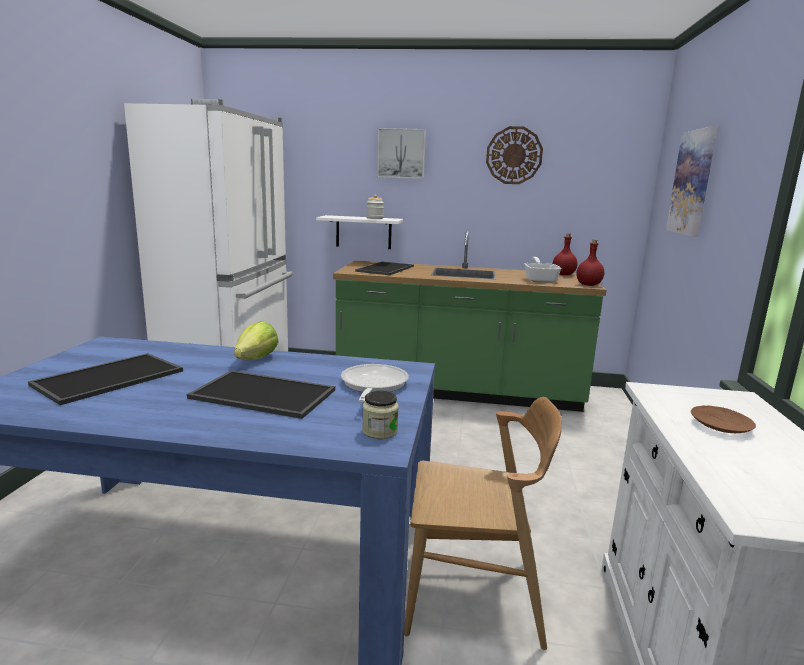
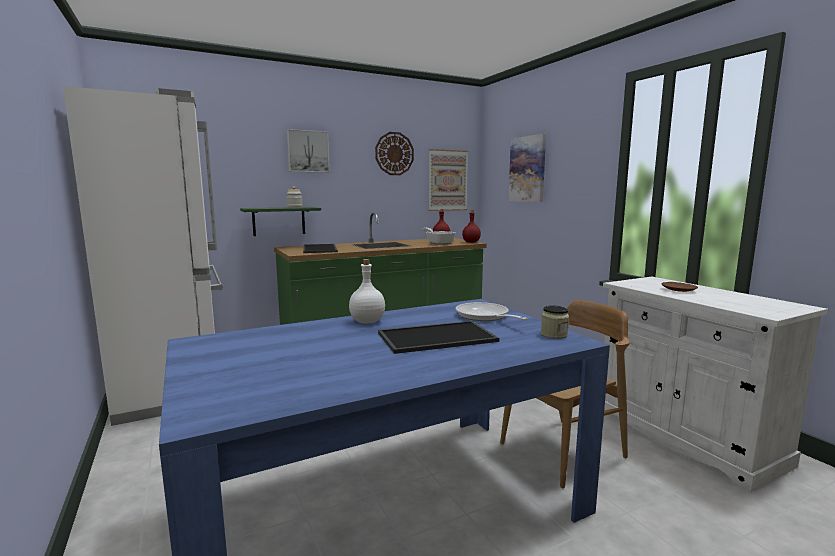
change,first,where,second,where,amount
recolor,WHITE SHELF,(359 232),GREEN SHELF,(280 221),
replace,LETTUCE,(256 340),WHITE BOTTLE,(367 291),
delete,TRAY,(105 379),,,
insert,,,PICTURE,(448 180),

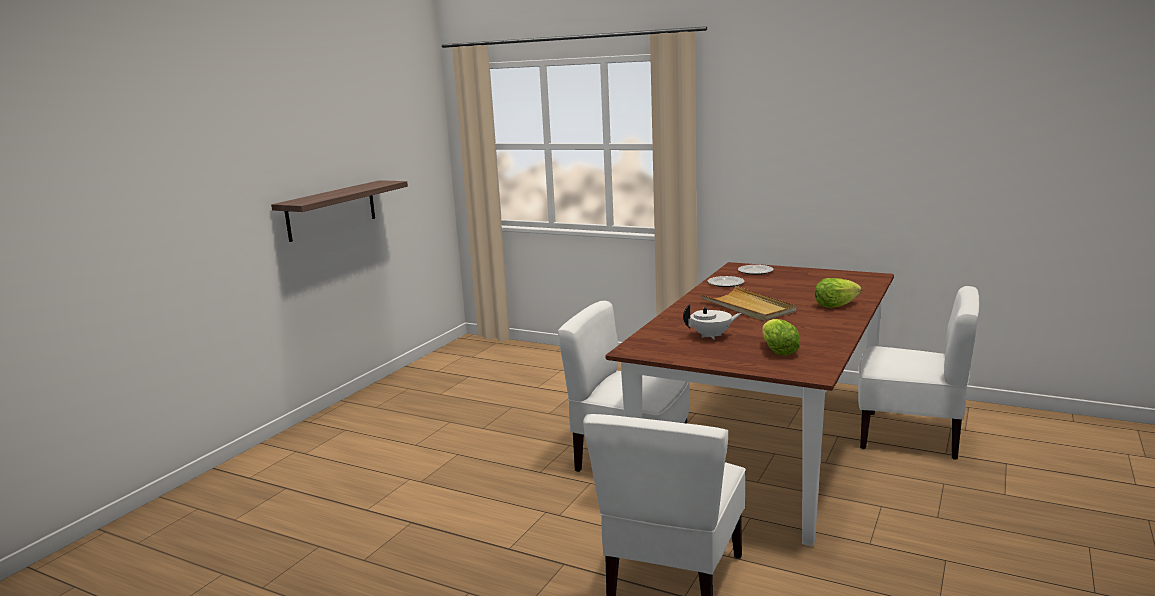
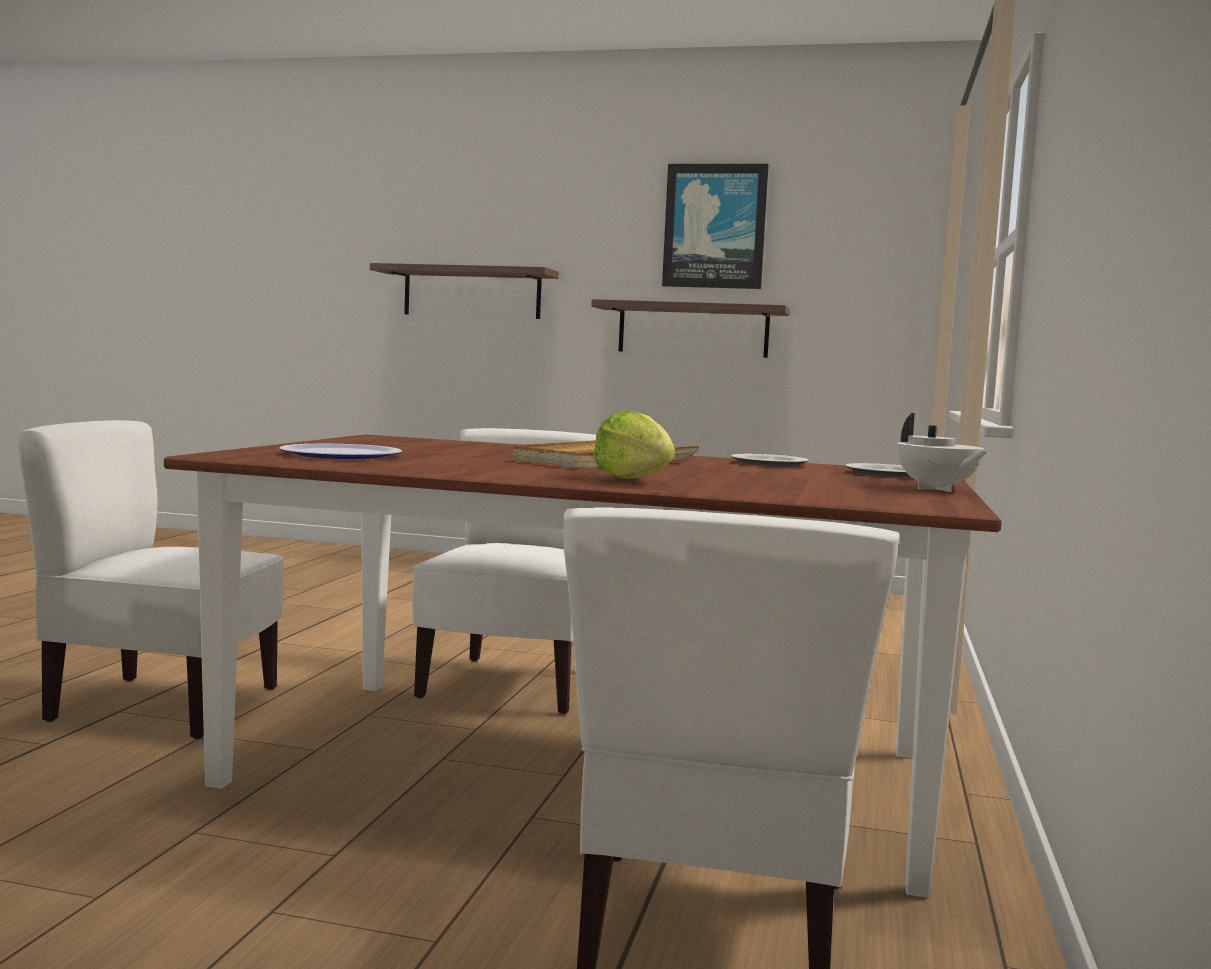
change,first,where,second,where,amount
move,WHITE TEAPOT,(712 322),,(942 452),
replace,LETTUCE,(781 337),PLATE,(341 451),
insert,,,PICTURE,(715 226),
insert,,,SHELF,(464 291),

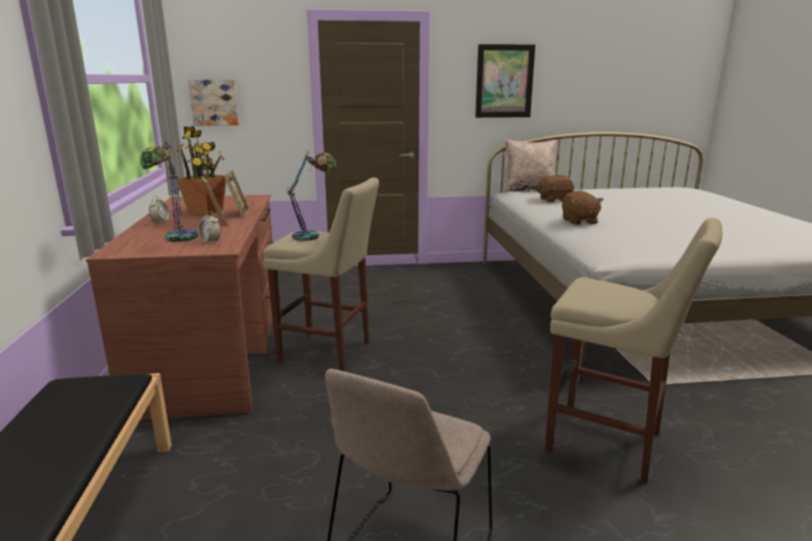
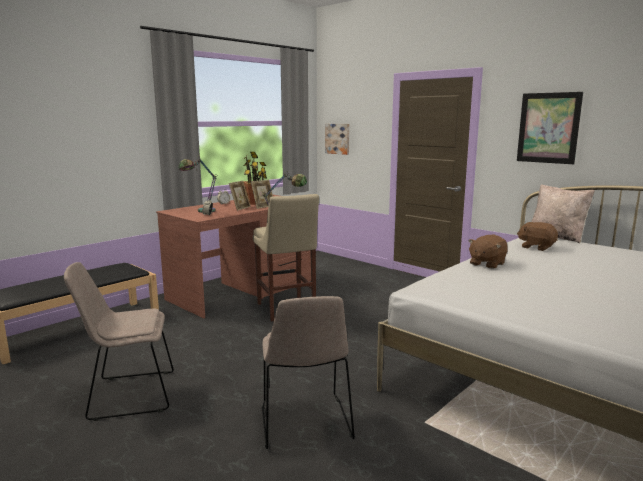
change,first,where,second,where,amount
replace,BEIGE STOOL,(633 350),BEIGE CHAIR,(308 372),

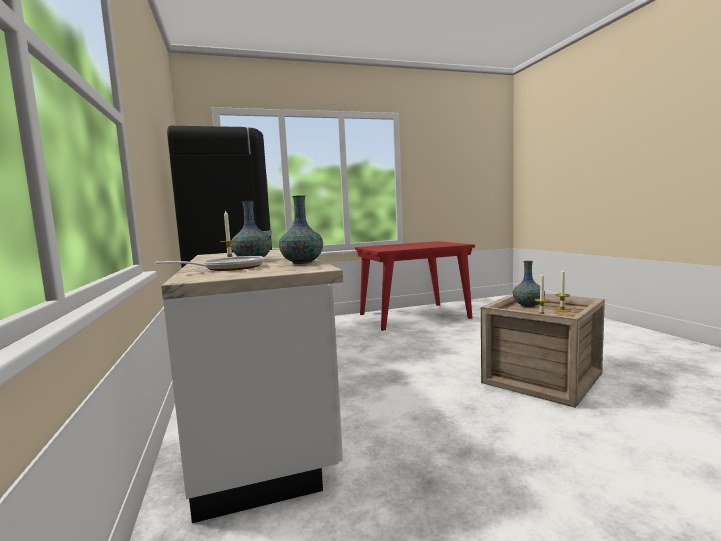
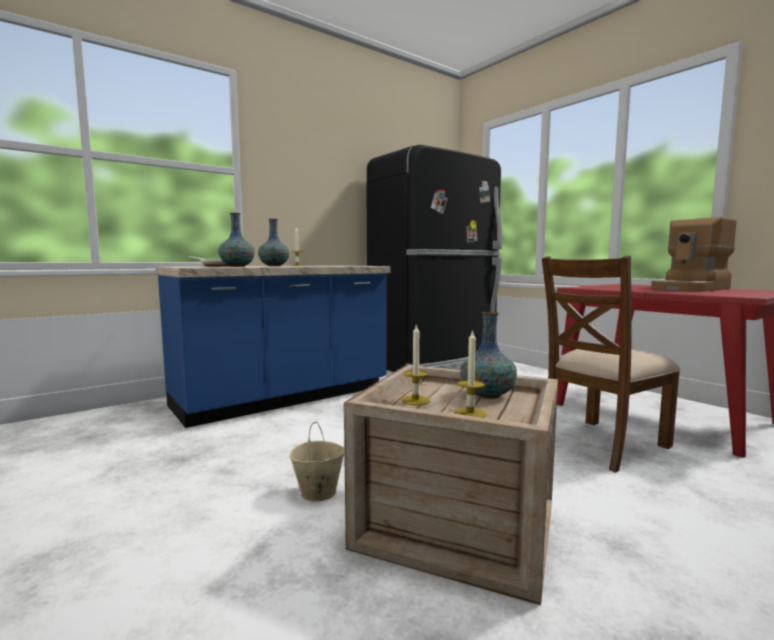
change,first,where,second,where,amount
recolor,WHITE COUNTER,(252 386),BLUE COUNTER,(273 346),
insert,,,COFFEE MACHINE,(693 254),
insert,,,BROWN CHAIR,(611 364),
insert,,,BEIGE BUCKET,(316 461),

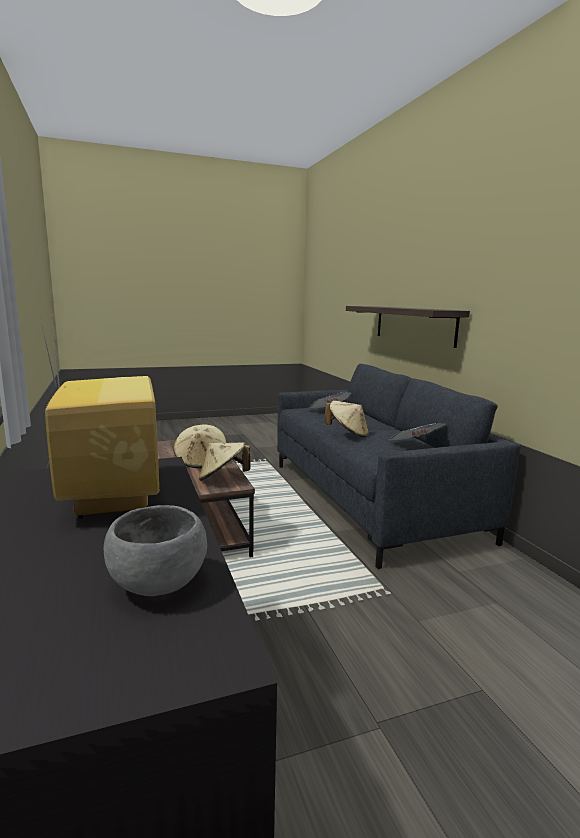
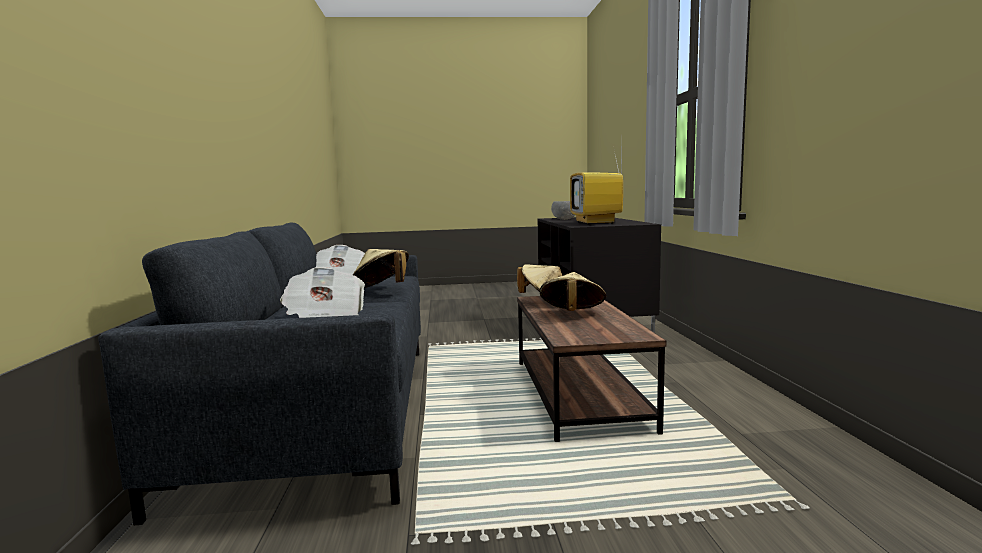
change,first,where,second,where,amount
delete,SHELF,(408 327),,,

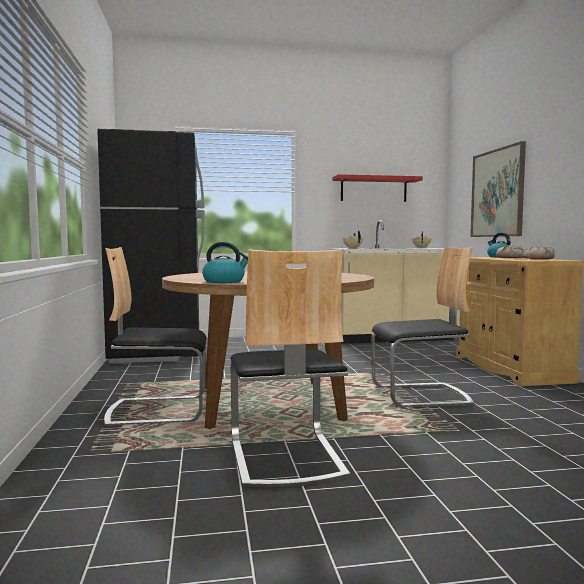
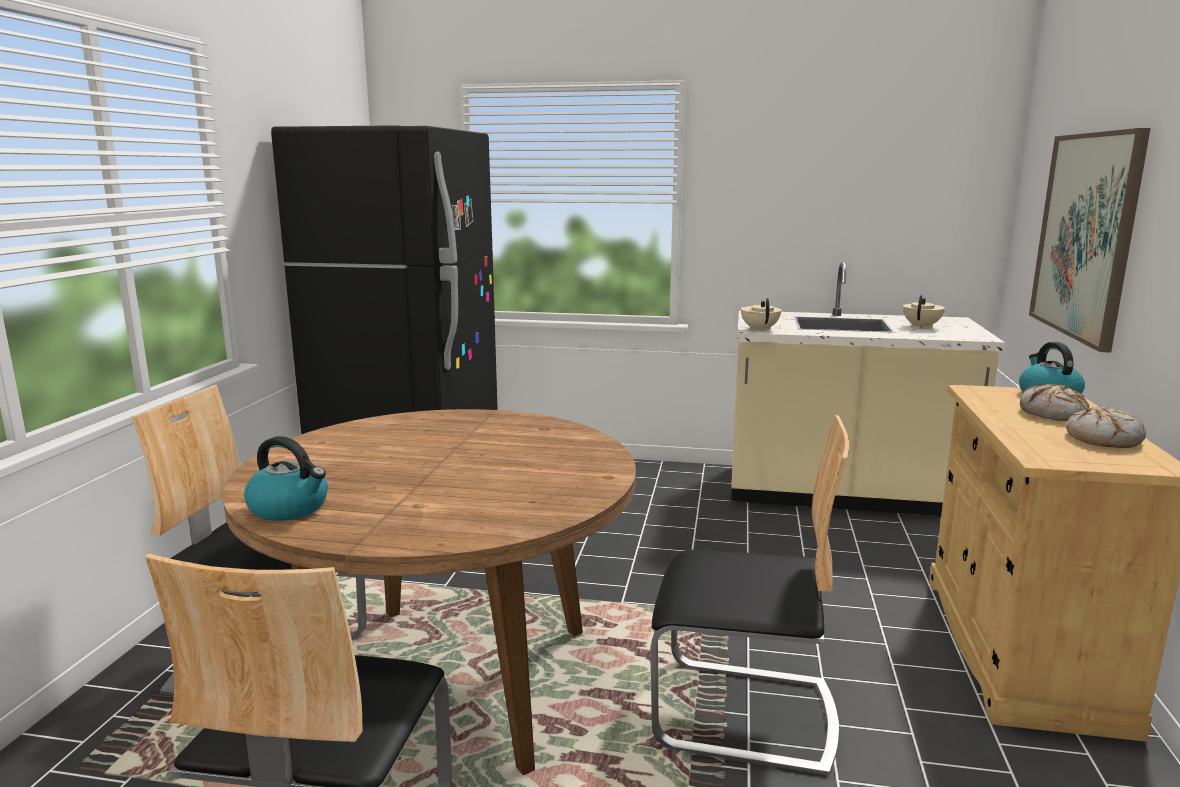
change,first,where,second,where,amount
delete,RED SHELF,(378 188),,,

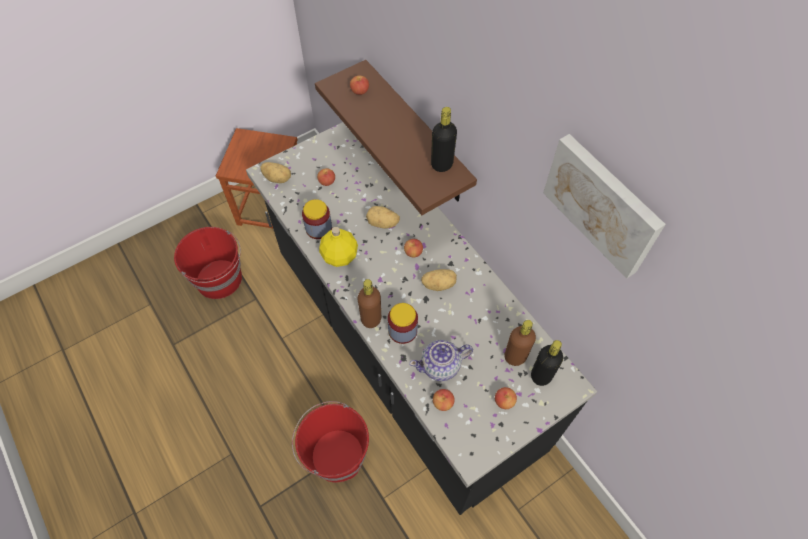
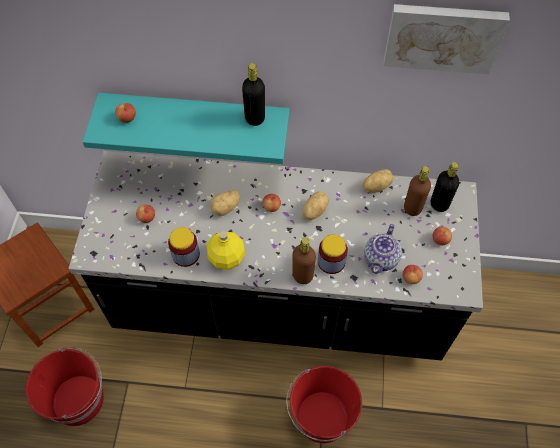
change,first,where,second,where,amount
recolor,BROWN SHELF,(396 137),TURQUOISE SHELF,(186 128),
move,POTATO,(275 172),,(378 181),

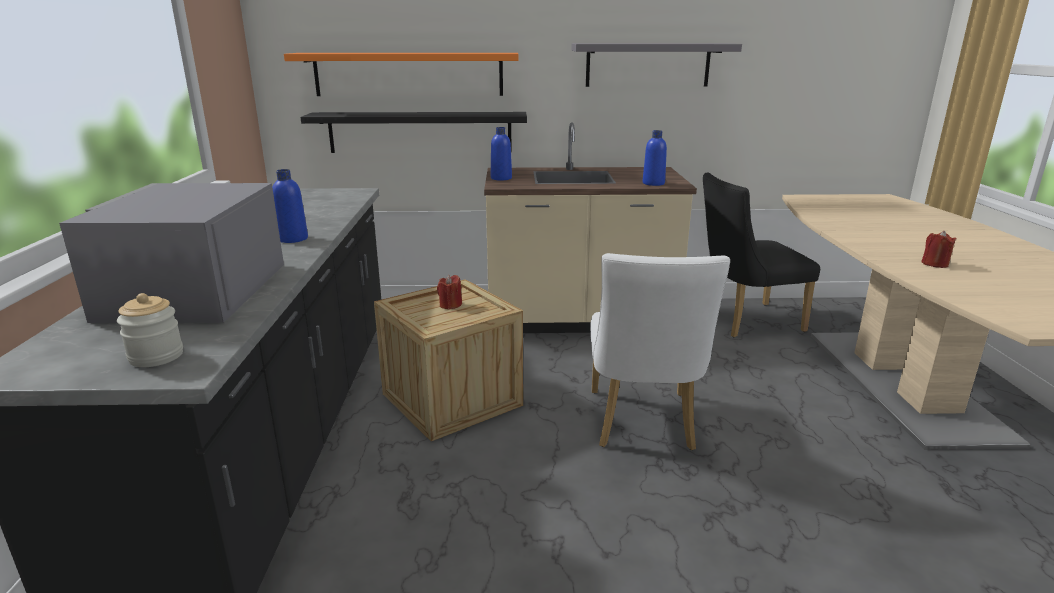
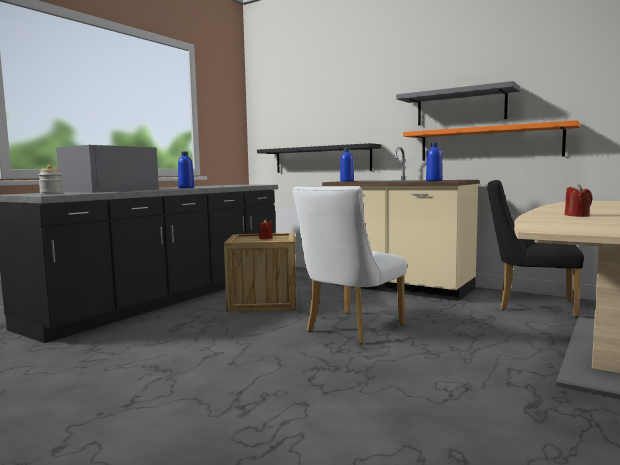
change,first,where,second,where,amount
move,ORANGE SHELF,(401 74),,(491 140),

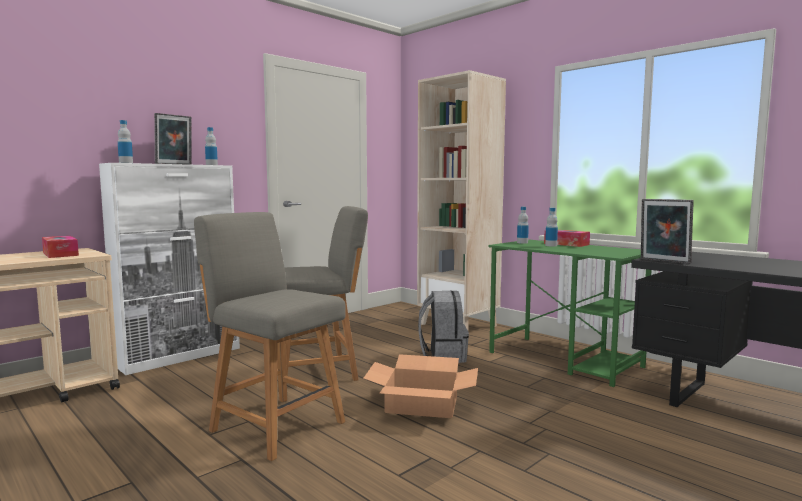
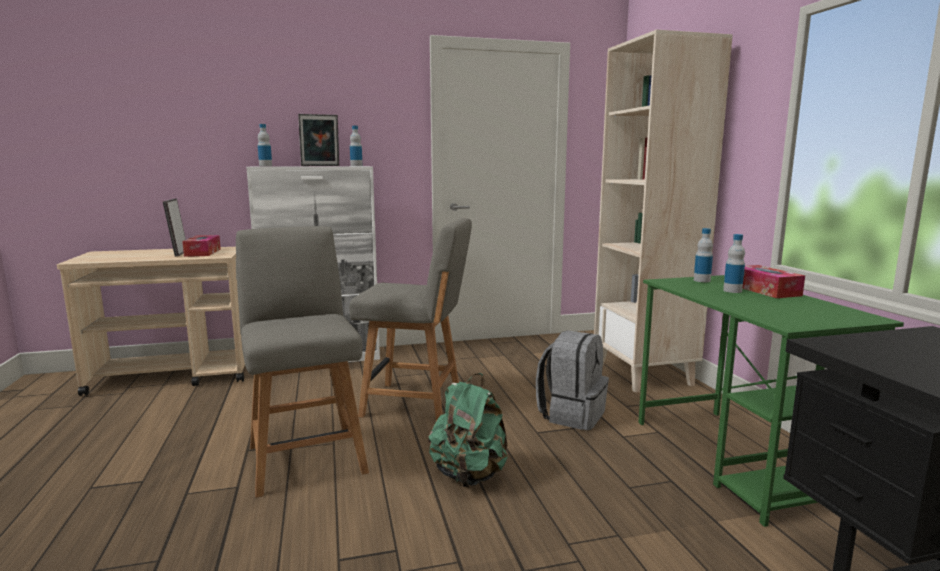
change,first,where,second,where,amount
move,PICTURE FRAME,(667 231),,(174 227),
replace,CARDBOARD BOX,(420 386),GREEN BACKPACK,(468 430),

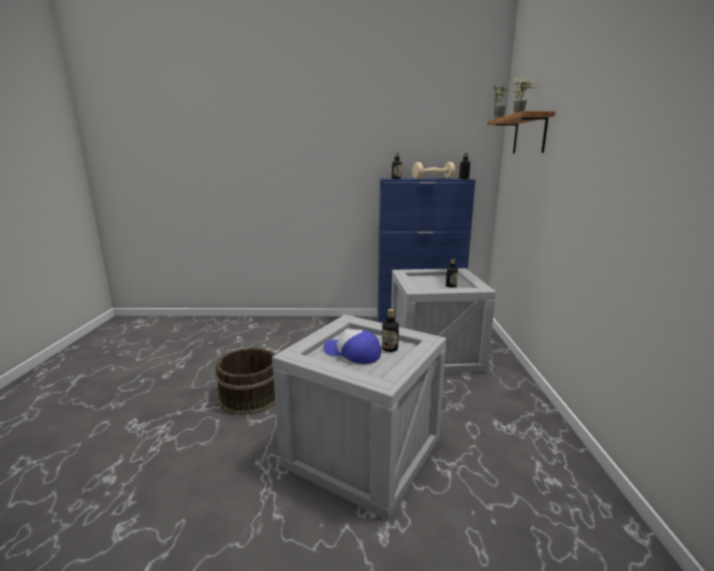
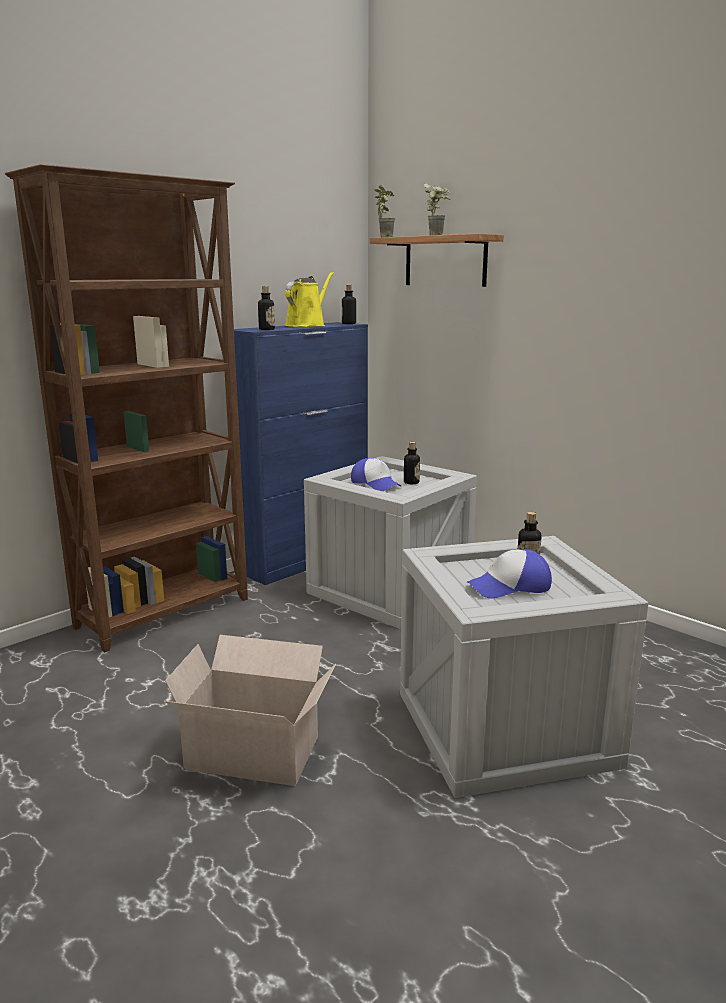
change,first,where,second,where,amount
replace,BEIGE DUMBBELL,(433 170),YELLOW WATERING CAN,(309 299),
replace,BROWN BUCKET,(245 381),CARDBOARD BOX,(250 710),
insert,,,BROWN BOOKCASE,(126 408),
insert,,,CAP,(376 474),

